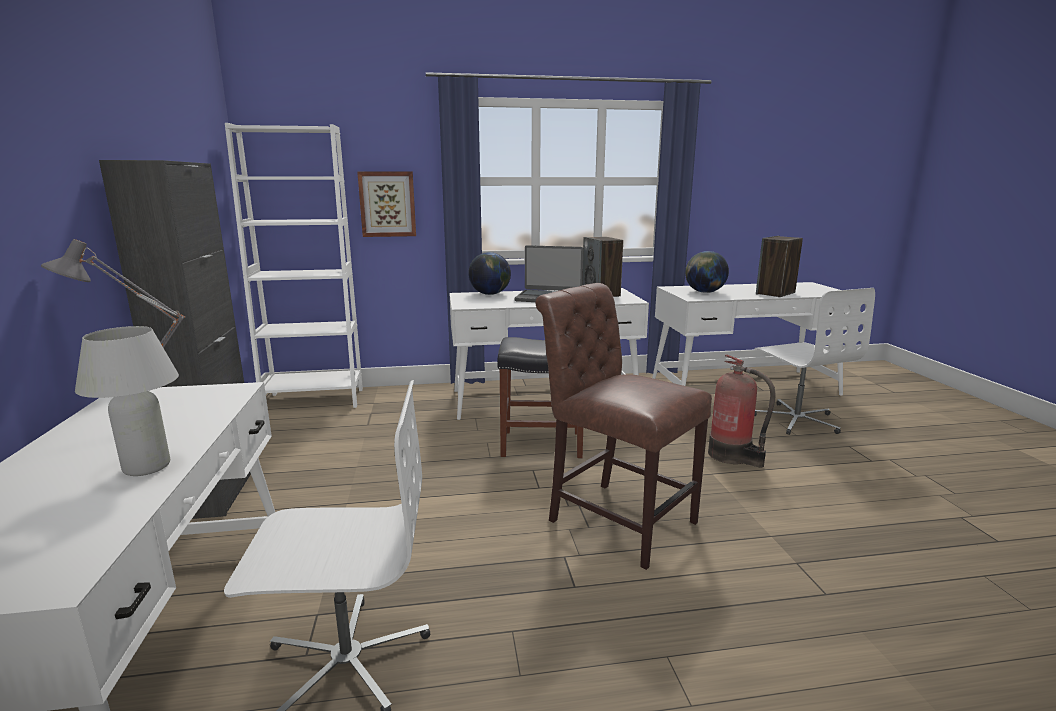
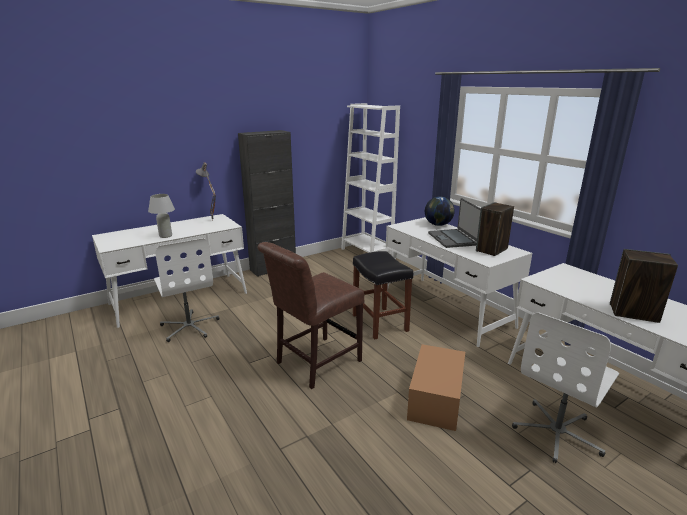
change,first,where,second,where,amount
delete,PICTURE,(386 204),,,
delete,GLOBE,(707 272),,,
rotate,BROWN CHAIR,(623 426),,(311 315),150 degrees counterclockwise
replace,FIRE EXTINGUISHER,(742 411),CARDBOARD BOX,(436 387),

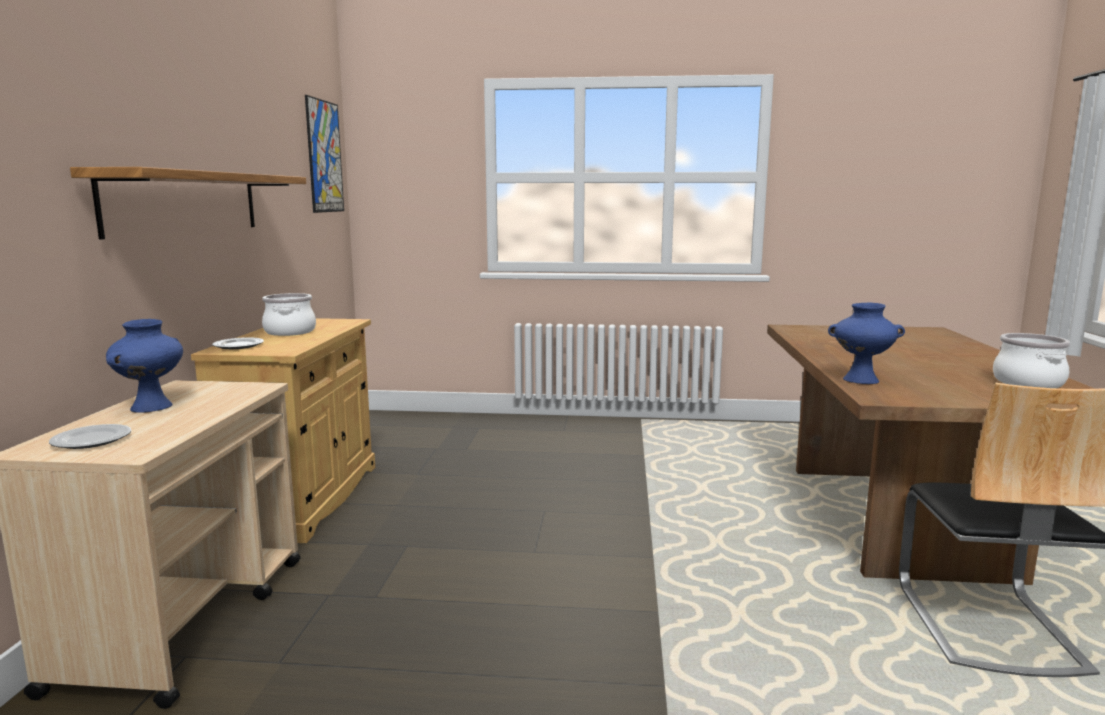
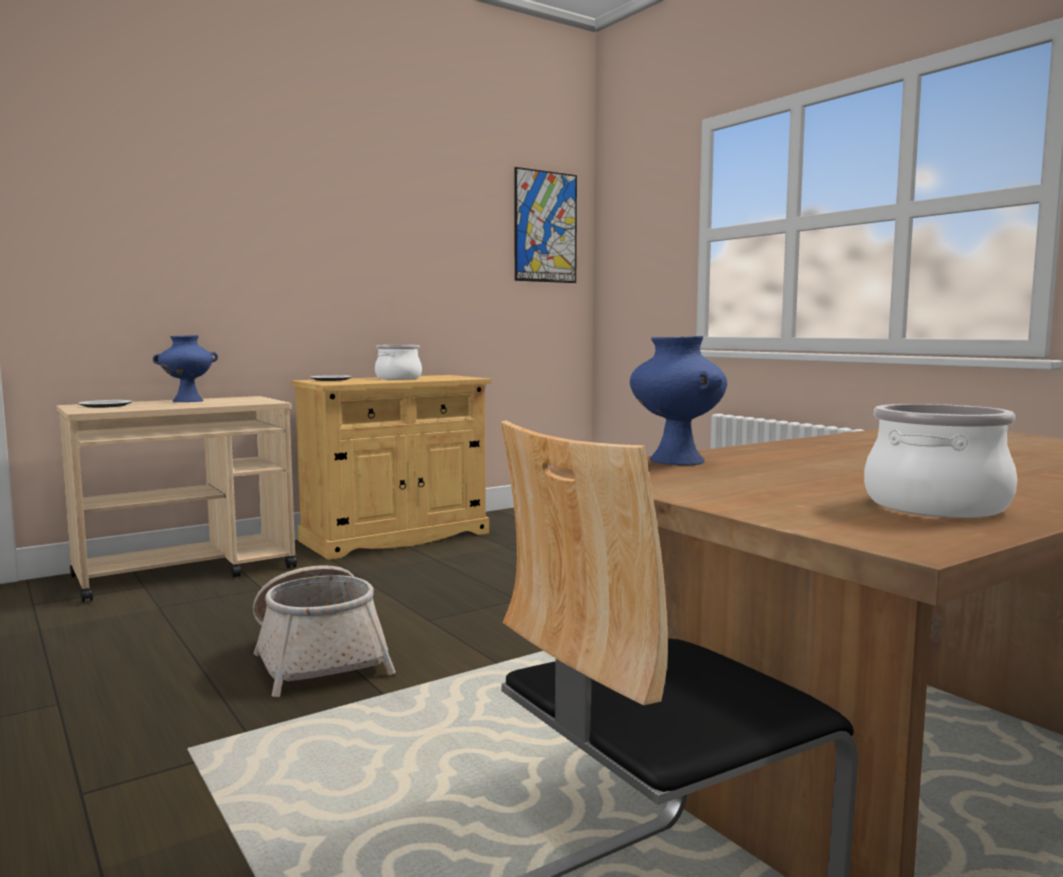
change,first,where,second,where,amount
delete,SHELF,(188 203),,,
insert,,,BASKET,(324 631),

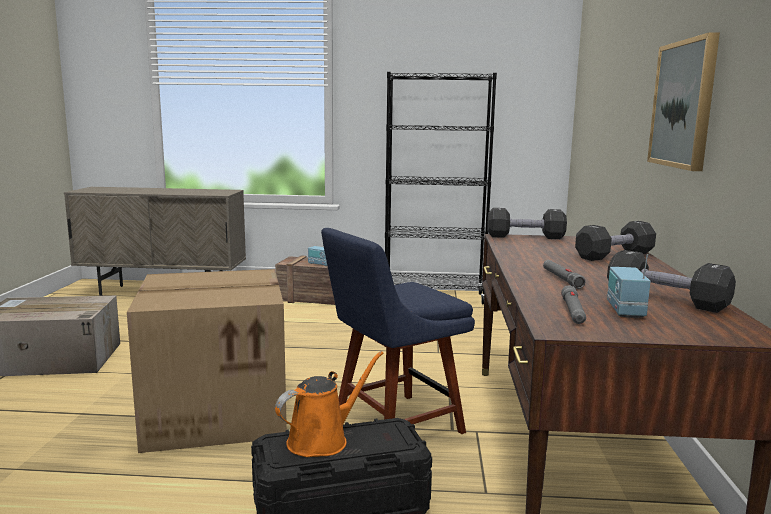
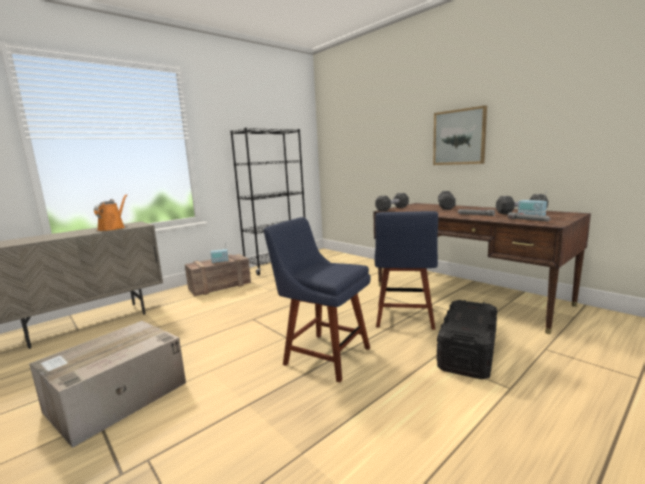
change,first,where,second,where,amount
replace,CARDBOARD BOX,(207 361),BLUE CHAIR,(317 299),
move,ORANGE WATERING CAN,(329 404),,(110 212),

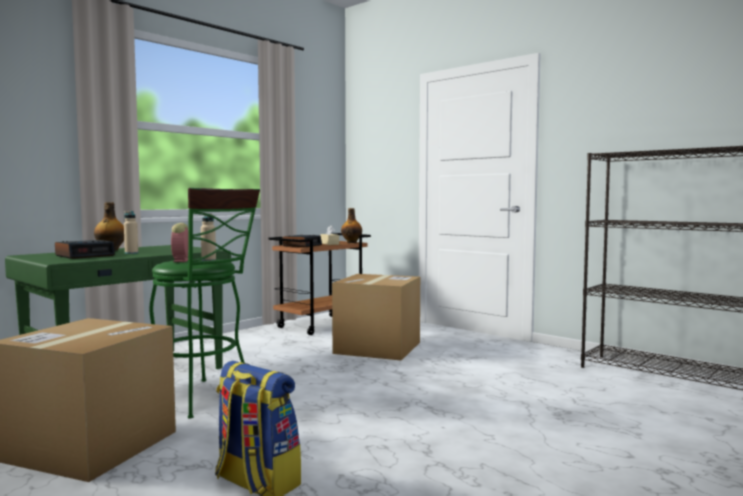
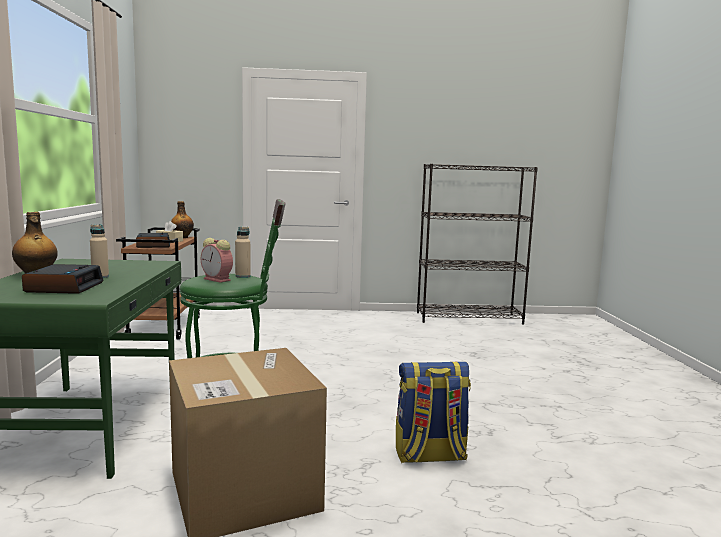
change,first,where,second,where,amount
delete,CARDBOARD BOX,(376 317),,,

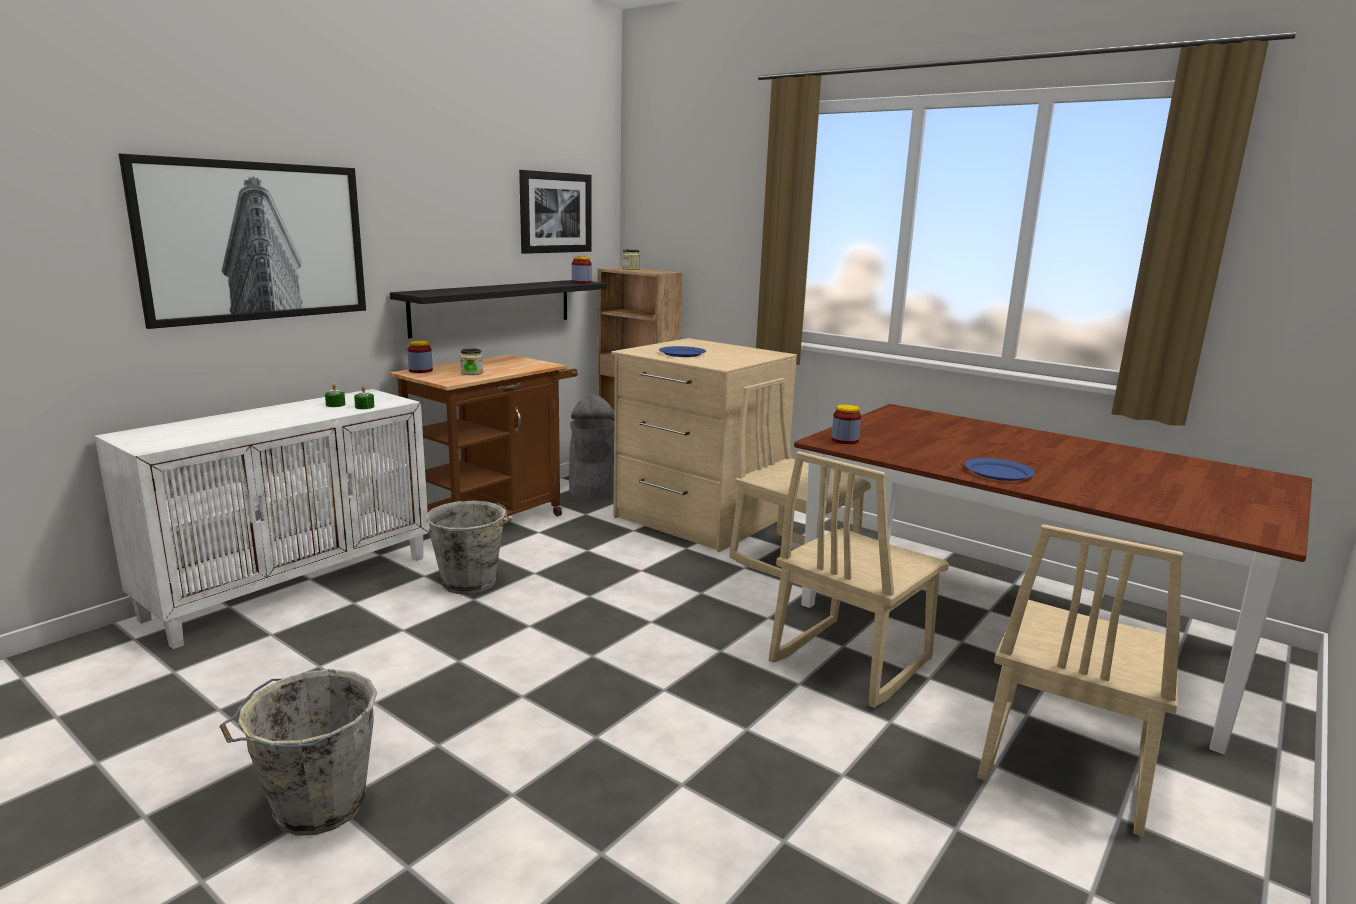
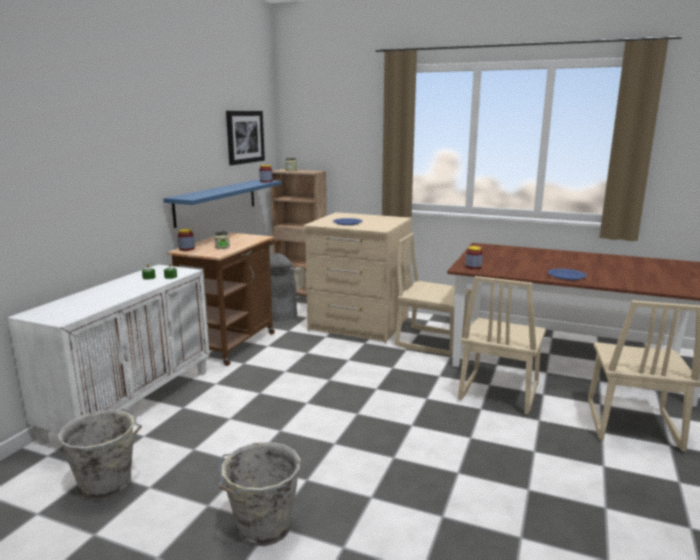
change,first,where,second,where,amount
delete,PICTURE,(242 241),,,
recolor,BLACK SHELF,(498 309),BLUE SHELF,(222 204),
move,GREY BUCKET,(468 547),,(100 455),

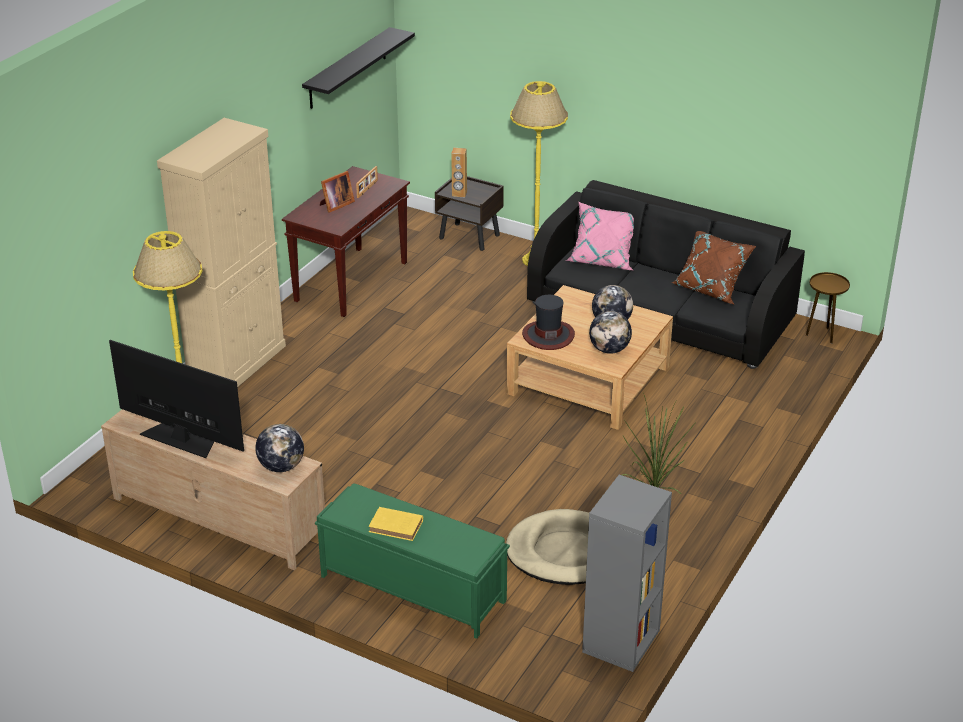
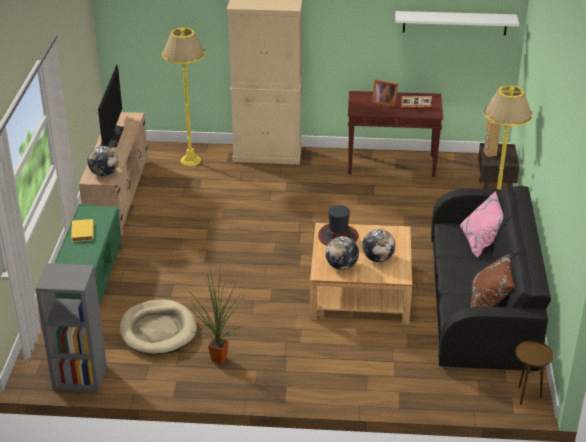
change,first,where,second,where,amount
recolor,BLACK SHELF,(358 68),WHITE SHELF,(457 23),

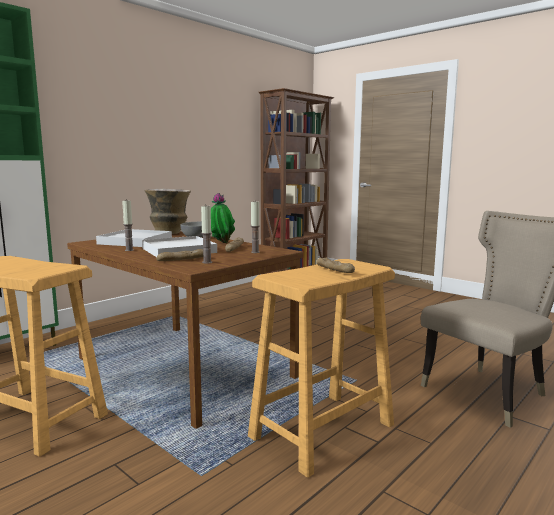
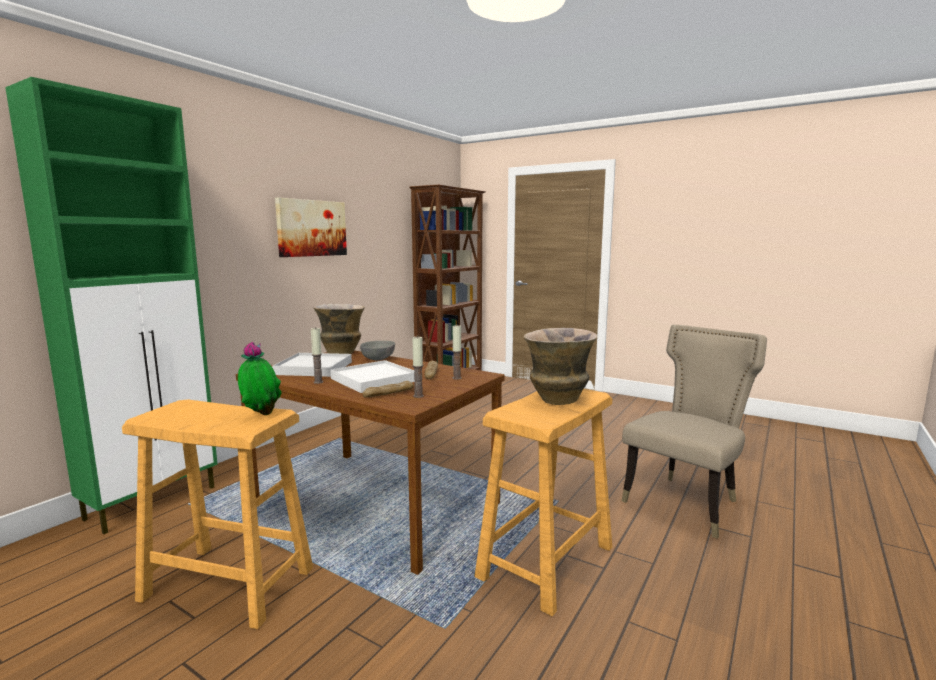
change,first,where,second,where,amount
move,POTTED PLANT,(223 218),,(259 378),
replace,BREAD,(335 265),VASE,(561 366),
insert,,,PICTURE,(311 227),

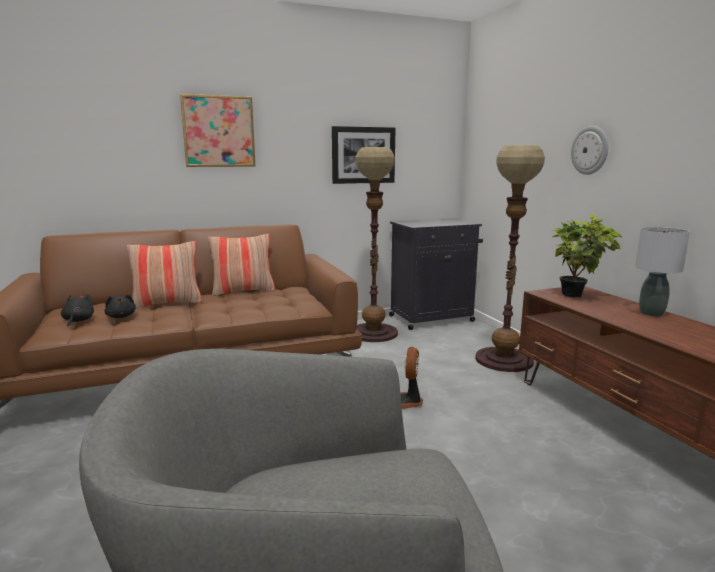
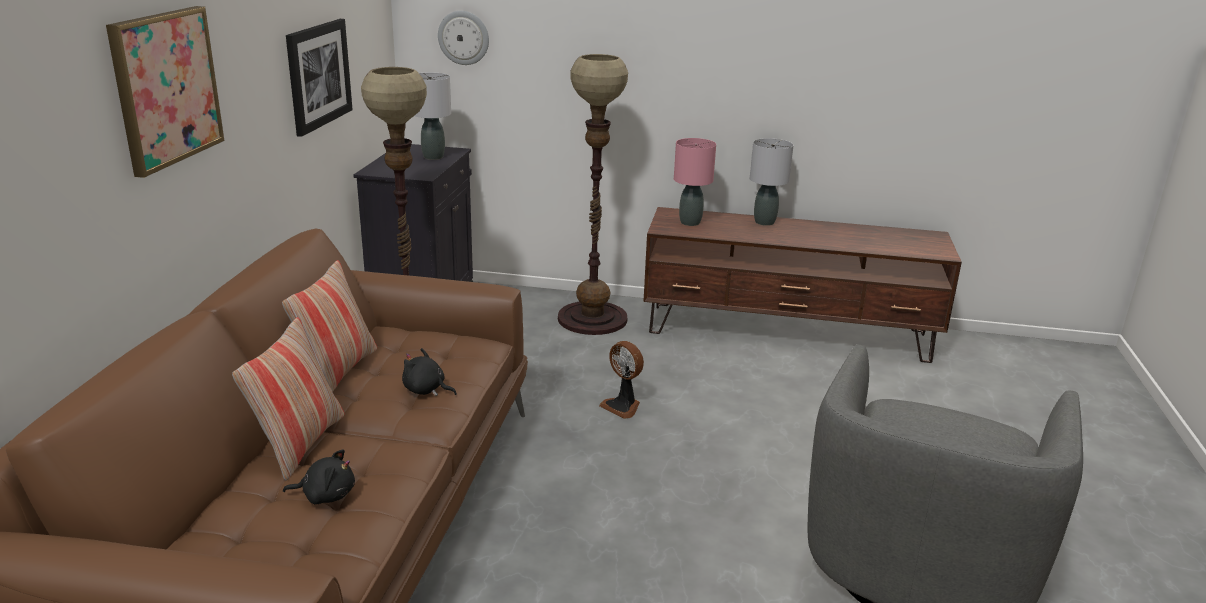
change,first,where,second,where,amount
move,WALL CLOCK,(589 150),,(463 38),
replace,POTTED PLANT,(587 255),PINK TABLE LAMP,(695 182),
move,BLACK PLUSH TOY,(77 310),,(429 372),
insert,,,GREY TABLE LAMP,(433 116),

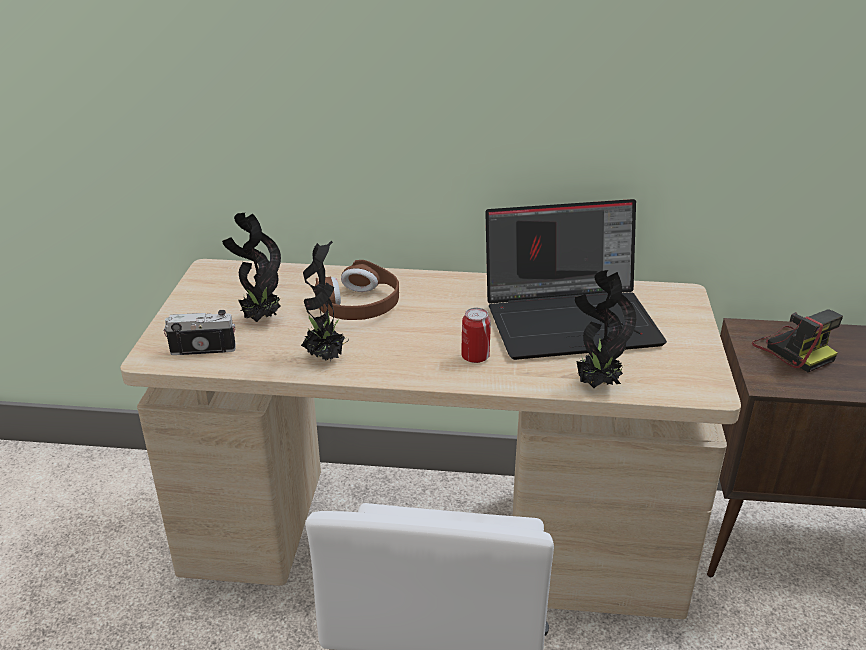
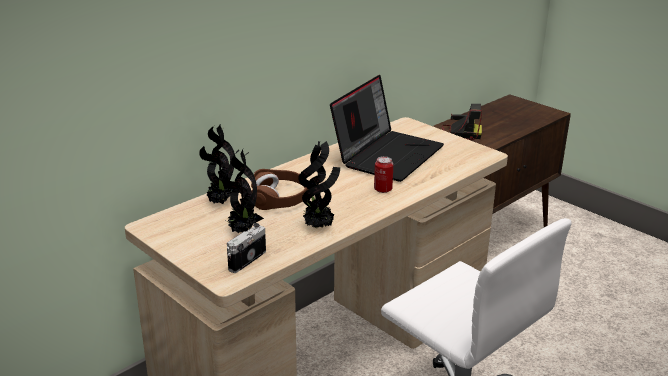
change,first,where,second,where,amount
move,POTTED PLANT,(605 329),,(217 164),

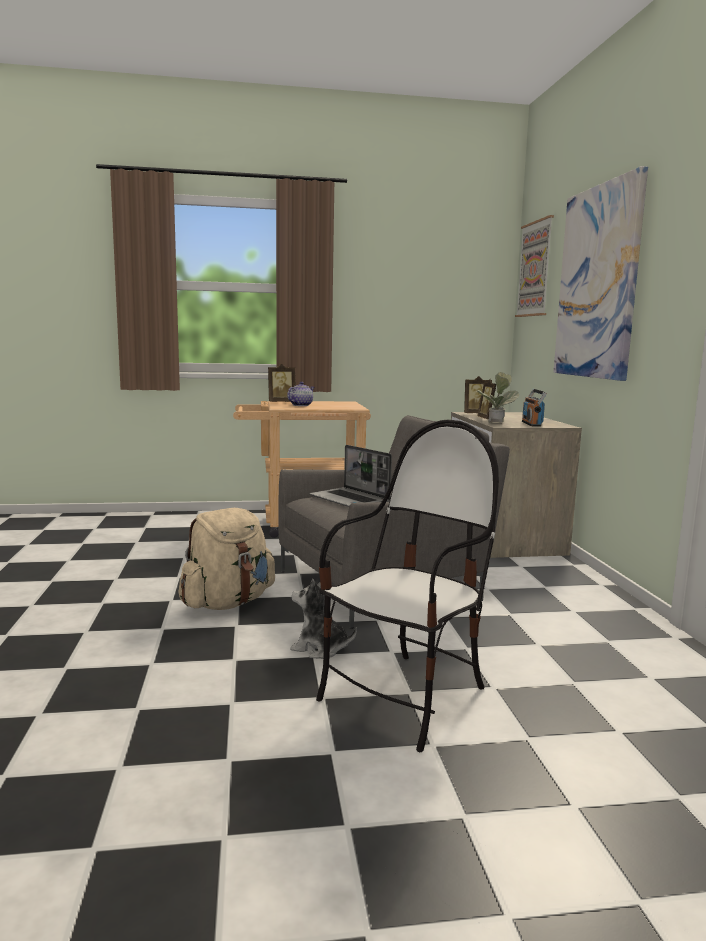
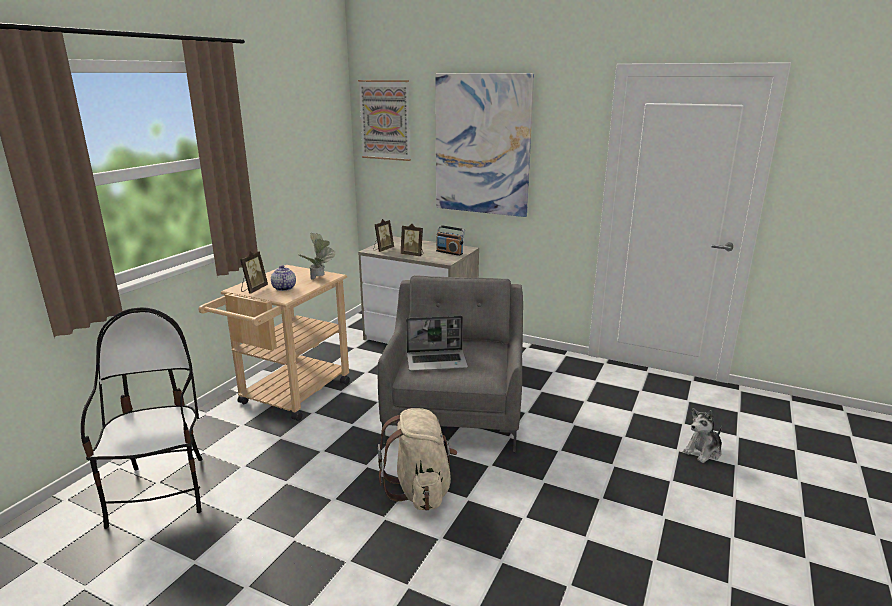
change,first,where,second,where,amount
move,POTTED PLANT,(498 397),,(316 256),
move,CHAIR,(407 586),,(142 418),
move,PLUSH TOY,(323 619),,(702 435),

